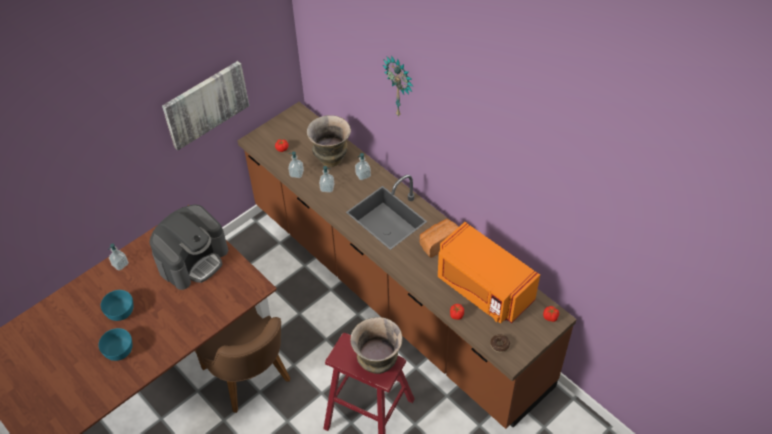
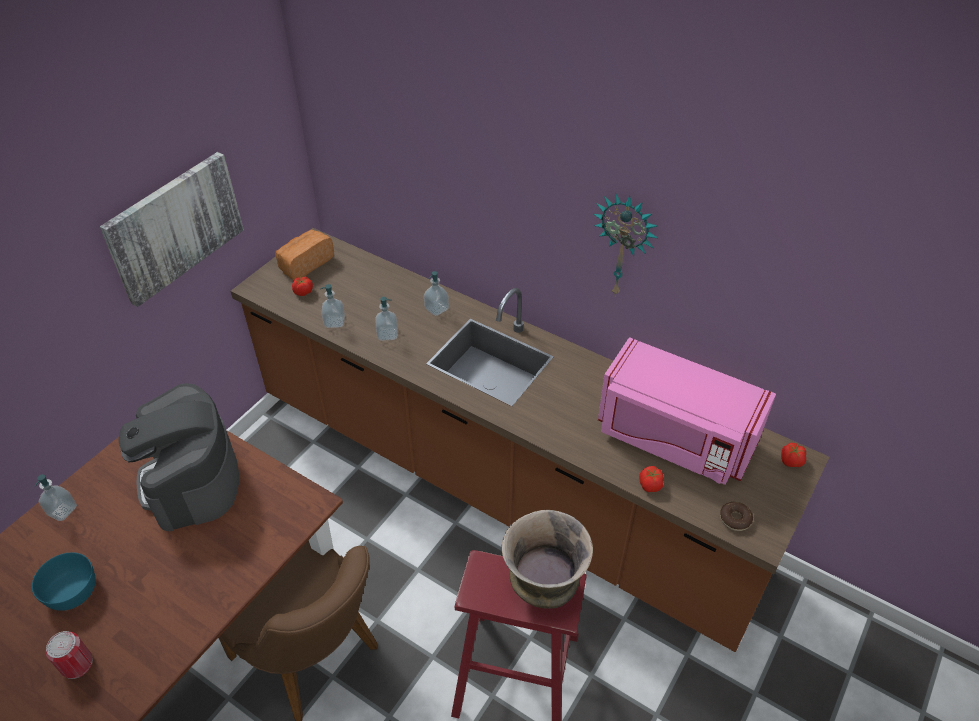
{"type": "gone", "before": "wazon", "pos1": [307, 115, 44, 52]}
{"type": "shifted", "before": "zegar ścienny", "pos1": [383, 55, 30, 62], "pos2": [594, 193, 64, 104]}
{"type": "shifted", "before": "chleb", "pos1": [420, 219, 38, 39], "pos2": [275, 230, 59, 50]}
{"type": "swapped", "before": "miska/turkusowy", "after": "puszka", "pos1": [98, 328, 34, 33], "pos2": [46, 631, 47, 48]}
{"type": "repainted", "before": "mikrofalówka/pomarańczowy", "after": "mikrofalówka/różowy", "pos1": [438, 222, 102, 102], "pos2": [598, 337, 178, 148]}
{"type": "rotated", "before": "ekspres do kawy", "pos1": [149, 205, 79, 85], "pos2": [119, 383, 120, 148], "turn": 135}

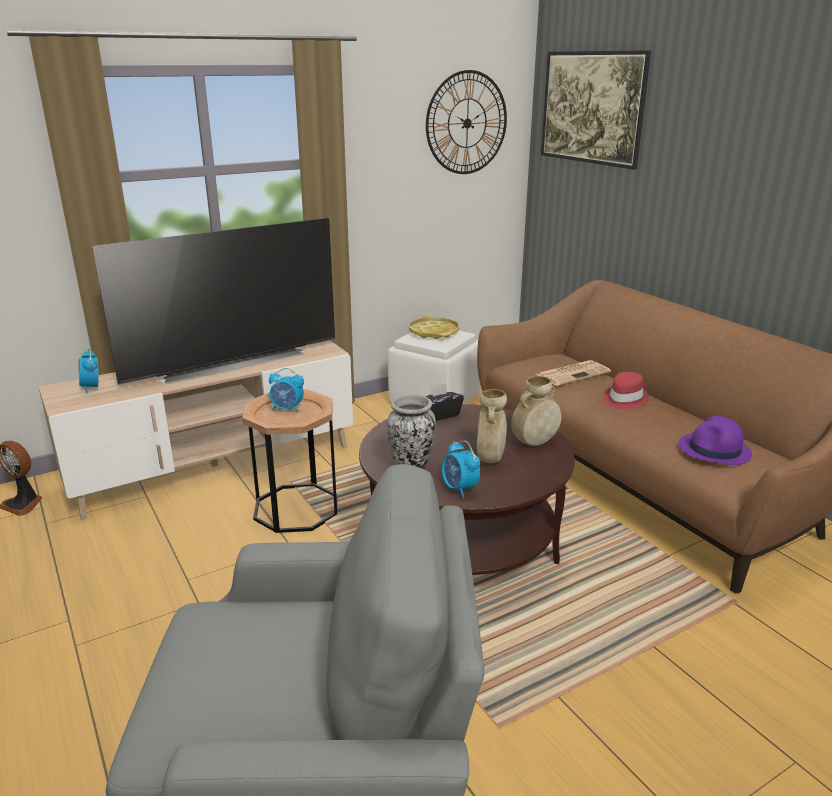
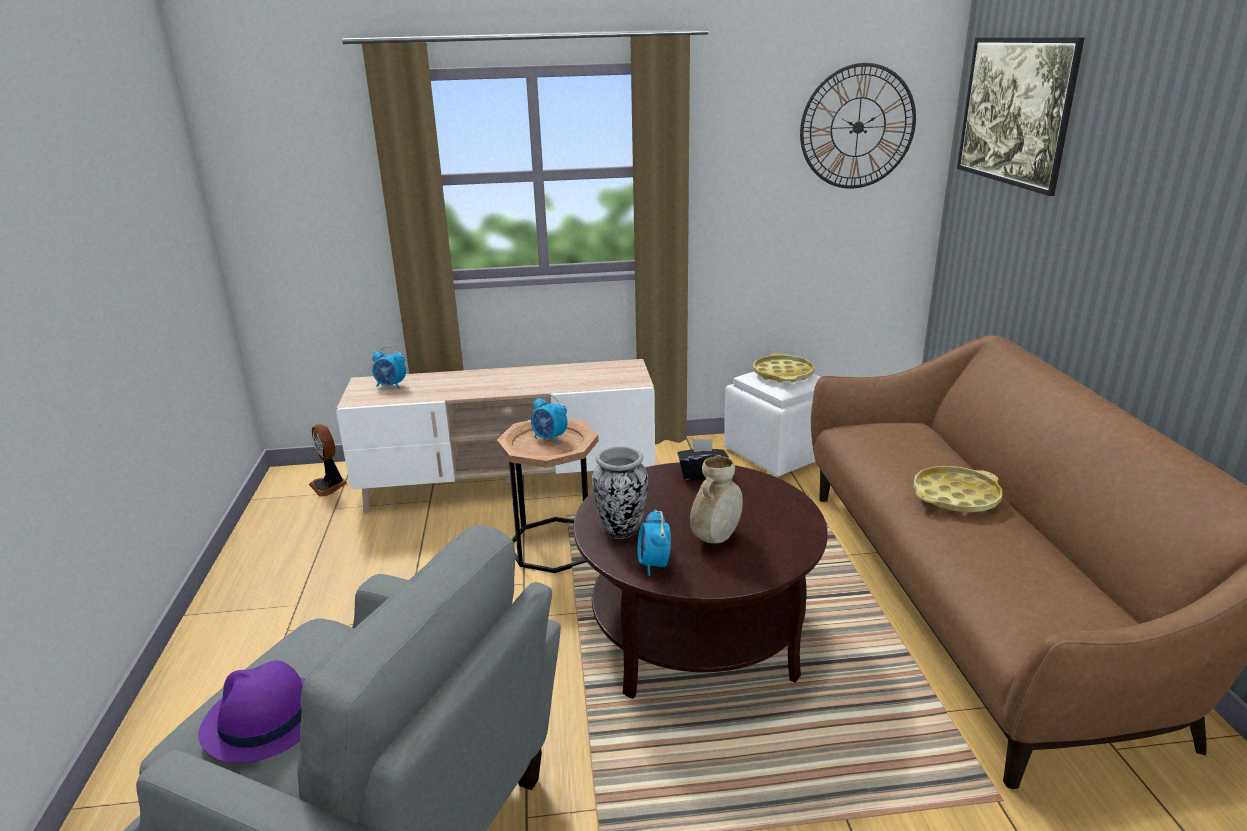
{"type": "gone", "before": "telewizor", "pos1": [92, 218, 243, 167]}
{"type": "gone", "before": "wazon/beżowy", "pos1": [511, 376, 51, 70]}
{"type": "gone", "before": "gazeta", "pos1": [535, 360, 76, 26]}
{"type": "shifted", "before": "kapelusz/fioletowy", "pos1": [679, 416, 73, 49], "pos2": [198, 661, 108, 102]}
{"type": "swapped", "before": "kapelusz/czerwony", "after": "taca/żółty", "pos1": [603, 372, 45, 37], "pos2": [913, 466, 89, 47]}
{"type": "rotated", "before": "budzik", "pos1": [79, 348, 20, 45], "pos2": [372, 346, 34, 43], "turn": -75}

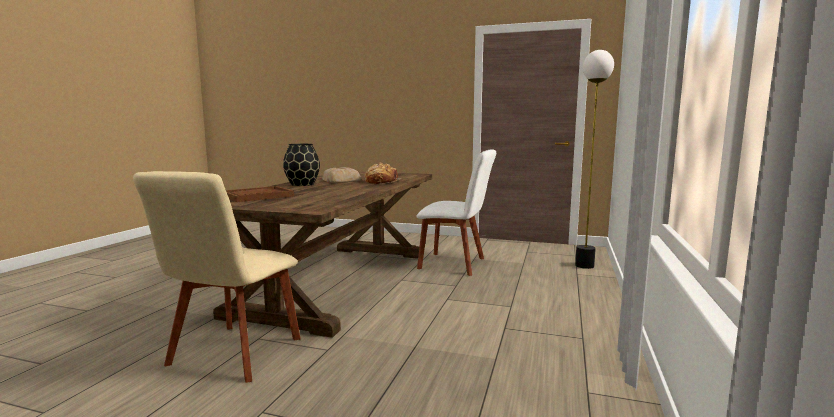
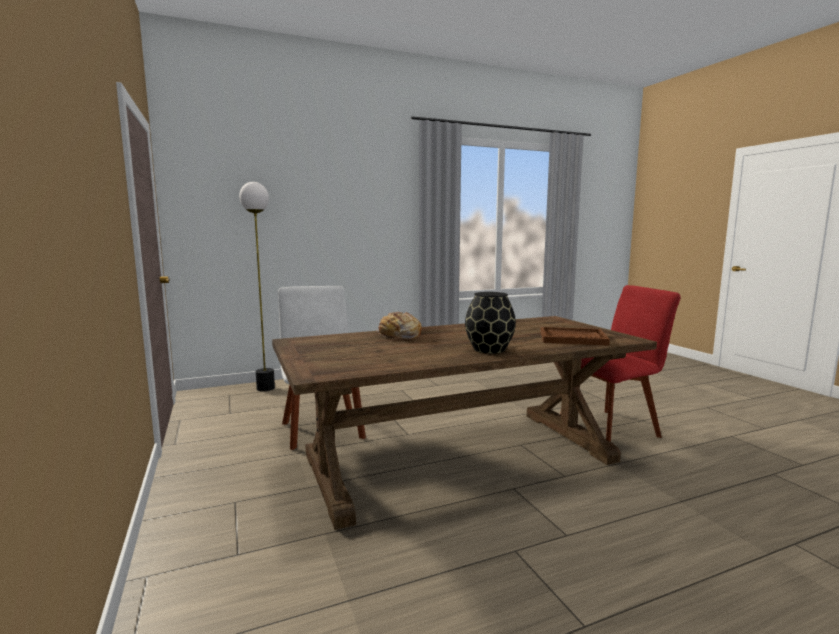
{"type": "gone", "before": "chleb", "pos1": [322, 167, 39, 16]}
{"type": "repainted", "before": "krzesło/beżowy", "after": "krzesło/czerwony", "pos1": [133, 171, 168, 212], "pos2": [560, 285, 121, 157]}

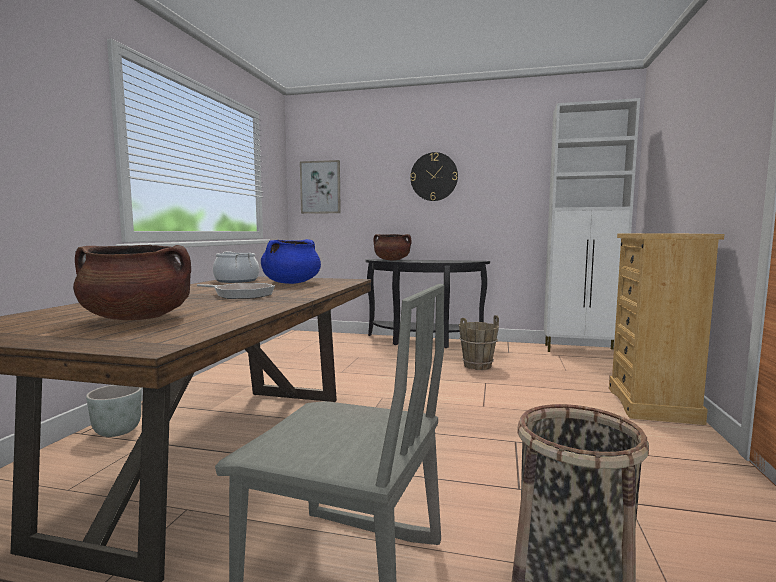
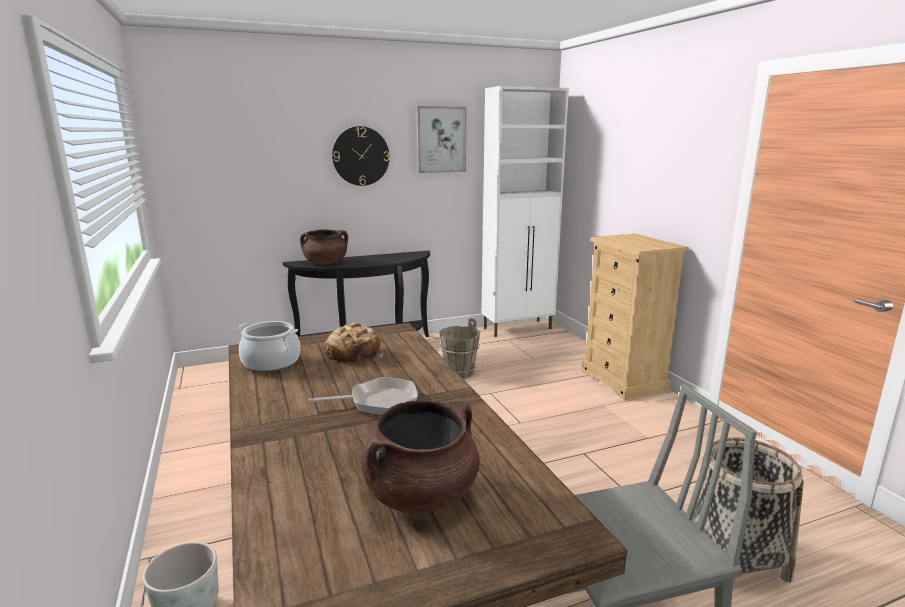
{"type": "shifted", "before": "obraz", "pos1": [300, 160, 41, 54], "pos2": [416, 106, 50, 67]}
{"type": "swapped", "before": "garnek/niebieski", "after": "chleb", "pos1": [261, 239, 60, 45], "pos2": [324, 323, 60, 41]}

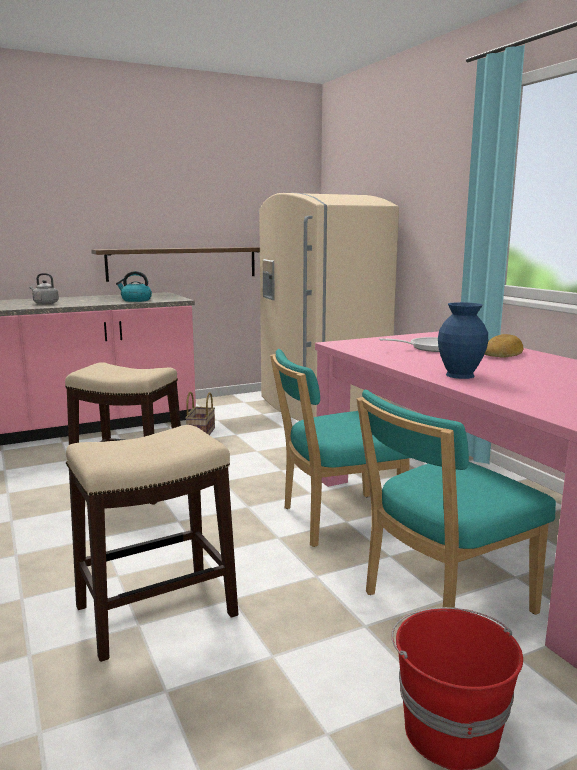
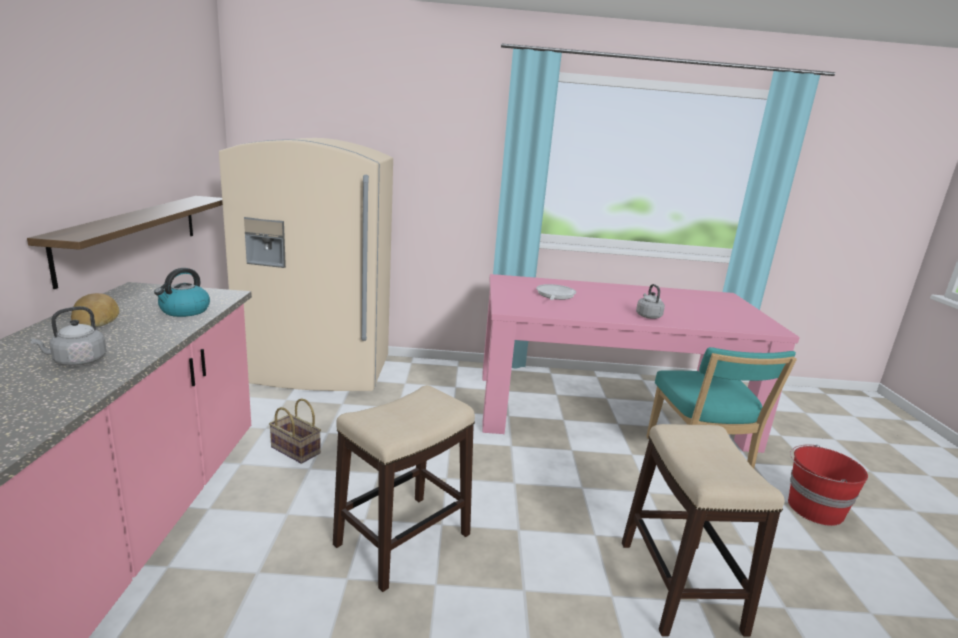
{"type": "gone", "before": "krzesło/turkusowy", "pos1": [270, 349, 141, 198]}
{"type": "shifted", "before": "chleb", "pos1": [485, 334, 38, 24], "pos2": [71, 293, 48, 34]}
{"type": "swapped", "before": "wazon/niebieski", "after": "czajnik/szary", "pos1": [438, 302, 50, 77], "pos2": [636, 284, 29, 35]}

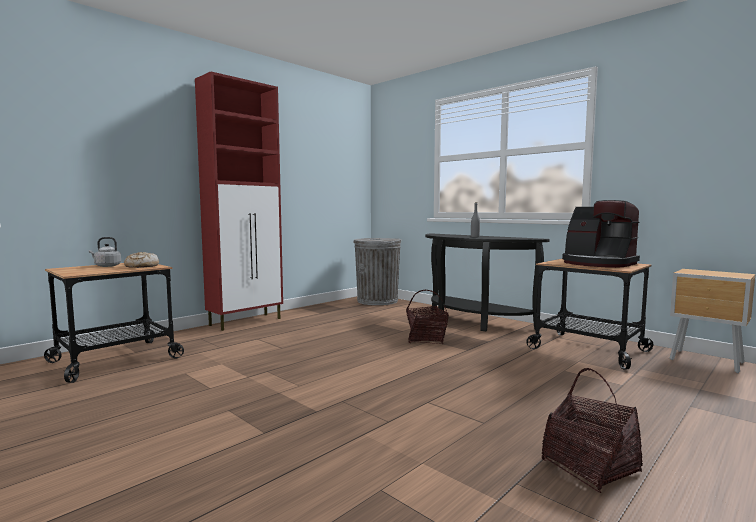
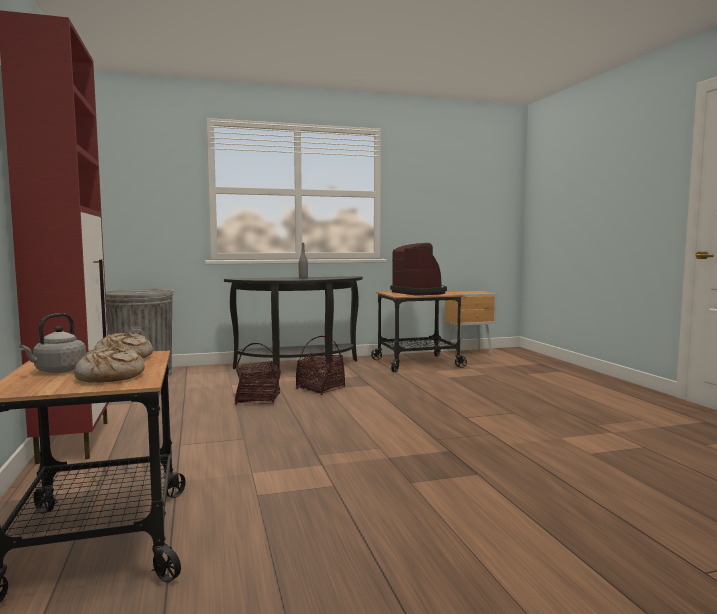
{"type": "new", "after": "chleb", "pos2": [74, 347, 71, 36]}
{"type": "shifted", "before": "koszyk", "pos1": [542, 368, 101, 125], "pos2": [235, 343, 46, 62]}
{"type": "rotated", "before": "ekspres do kawy", "pos1": [562, 200, 78, 68], "pos2": [390, 243, 57, 53], "turn": -105}

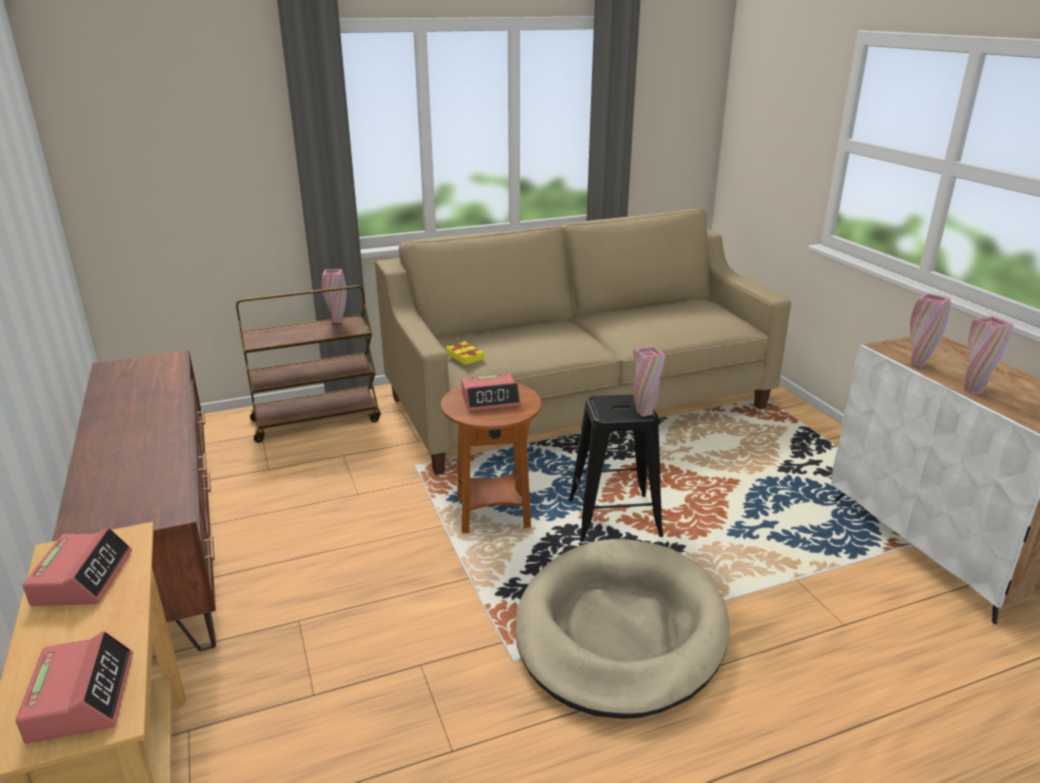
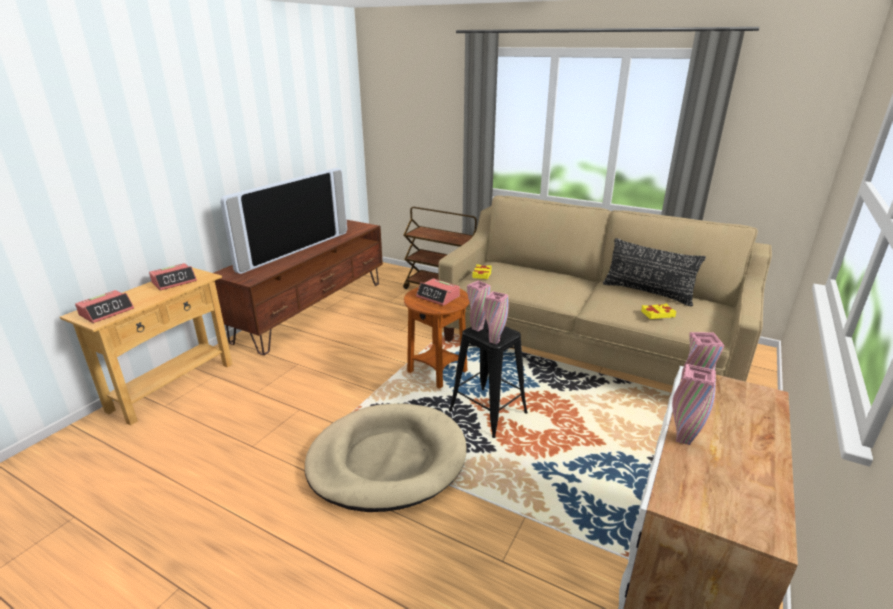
{"type": "new", "after": "telewizor", "pos2": [220, 168, 127, 106]}
{"type": "new", "after": "poduszka/czarny", "pos2": [603, 238, 103, 68]}
{"type": "new", "after": "książka/żółty", "pos2": [641, 303, 36, 16]}
{"type": "shifted", "before": "wazon/różowy", "pos1": [322, 269, 25, 54], "pos2": [467, 280, 24, 52]}

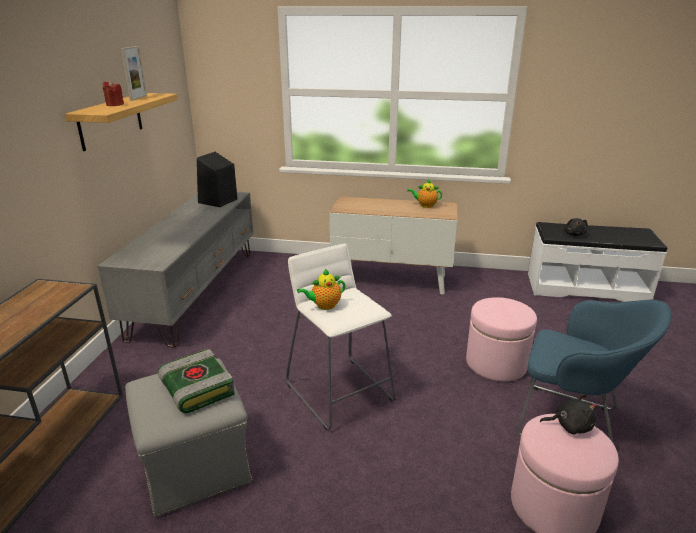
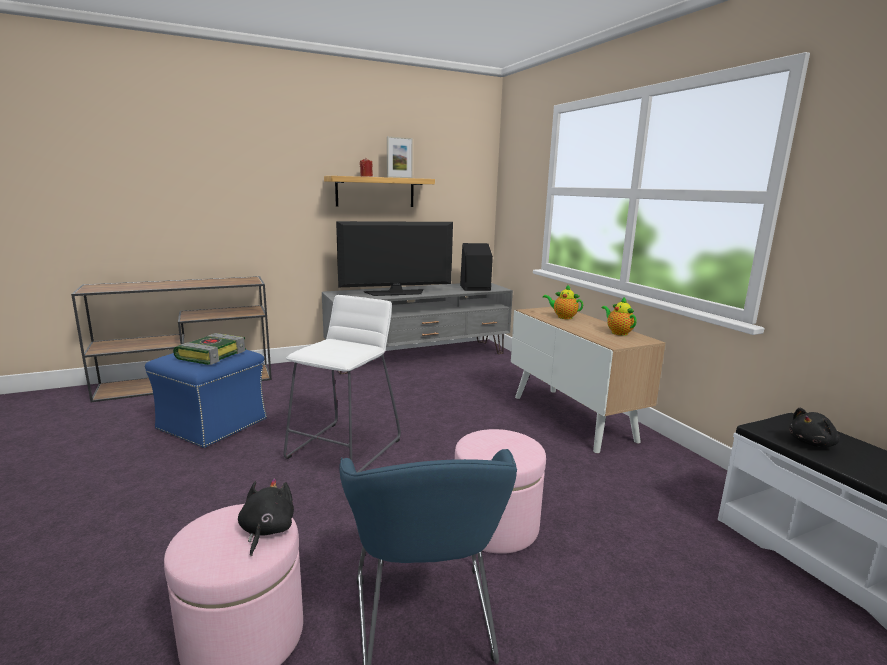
{"type": "new", "after": "telewizor", "pos2": [336, 221, 117, 75]}
{"type": "shifted", "before": "imbryk", "pos1": [297, 269, 48, 41], "pos2": [543, 284, 40, 35]}
{"type": "repainted", "before": "pufa/szary", "after": "pufa/niebieski", "pos1": [125, 358, 127, 159], "pos2": [145, 350, 122, 98]}
{"type": "rotated", "before": "pluszak/czarny", "pos1": [540, 394, 57, 41], "pos2": [238, 478, 56, 78], "turn": -150}

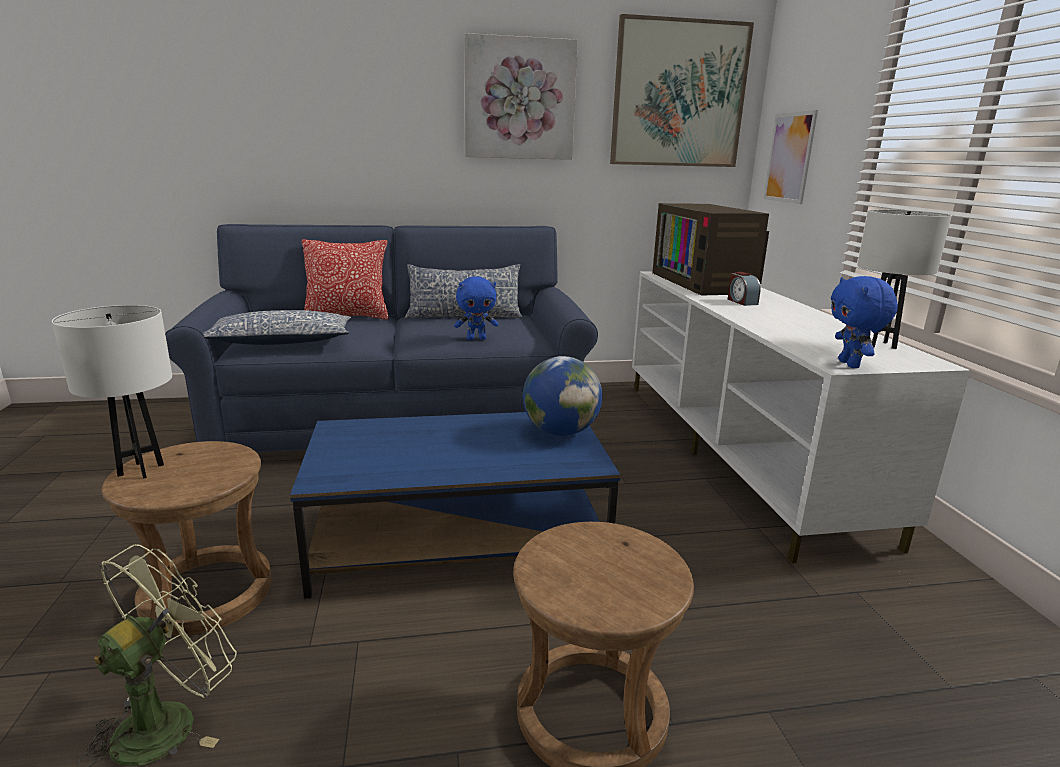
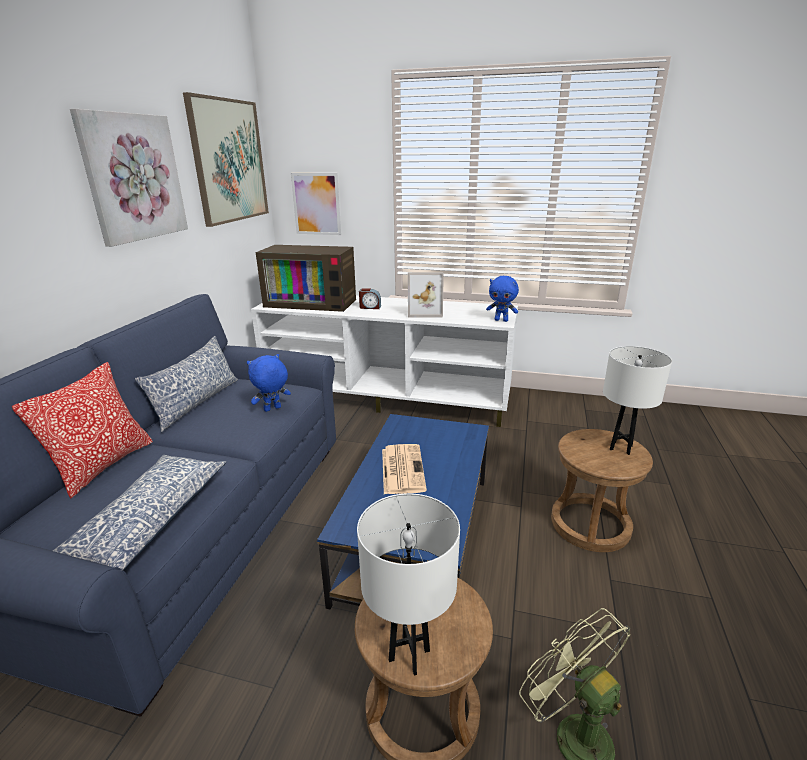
{"type": "gone", "before": "globus", "pos1": [523, 356, 80, 80]}
{"type": "new", "after": "gazeta", "pos2": [382, 444, 45, 50]}
{"type": "new", "after": "ramka na zdjęcie", "pos2": [408, 272, 36, 46]}
{"type": "shifted", "before": "lampa stołowa/biały", "pos1": [857, 209, 95, 140], "pos2": [603, 346, 69, 109]}
{"type": "rotated", "before": "pluszak/niebieski", "pos1": [454, 276, 44, 64], "pos2": [247, 354, 44, 58], "turn": -135}

